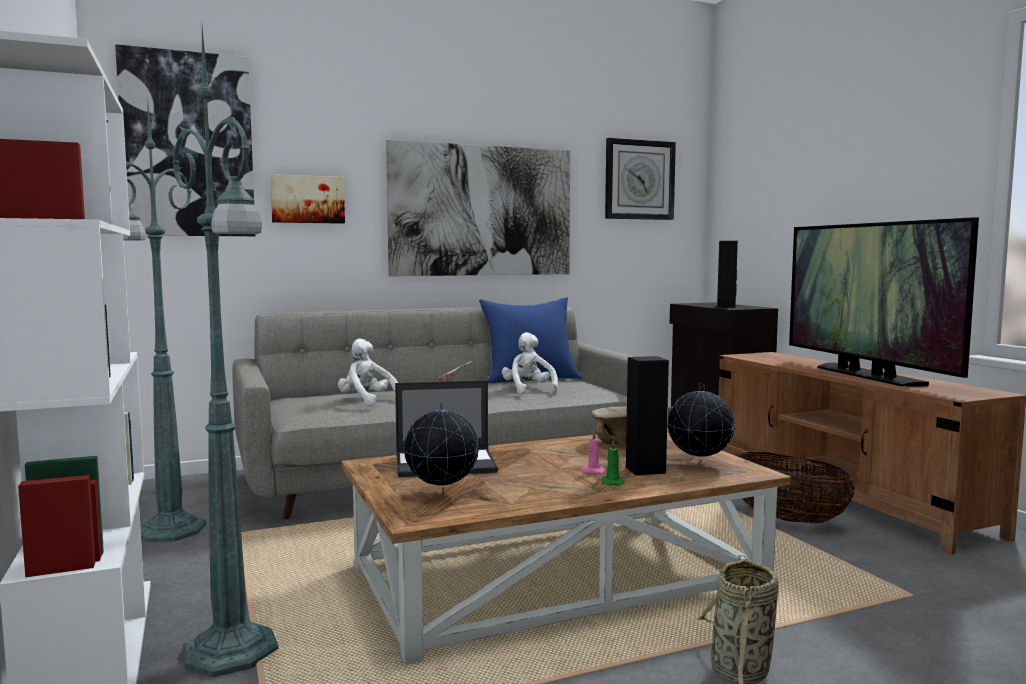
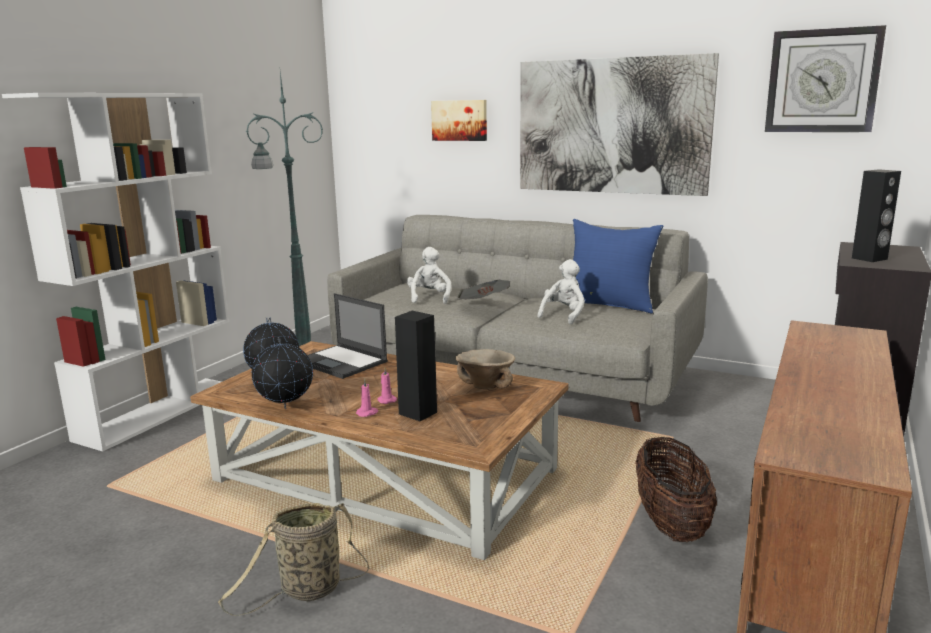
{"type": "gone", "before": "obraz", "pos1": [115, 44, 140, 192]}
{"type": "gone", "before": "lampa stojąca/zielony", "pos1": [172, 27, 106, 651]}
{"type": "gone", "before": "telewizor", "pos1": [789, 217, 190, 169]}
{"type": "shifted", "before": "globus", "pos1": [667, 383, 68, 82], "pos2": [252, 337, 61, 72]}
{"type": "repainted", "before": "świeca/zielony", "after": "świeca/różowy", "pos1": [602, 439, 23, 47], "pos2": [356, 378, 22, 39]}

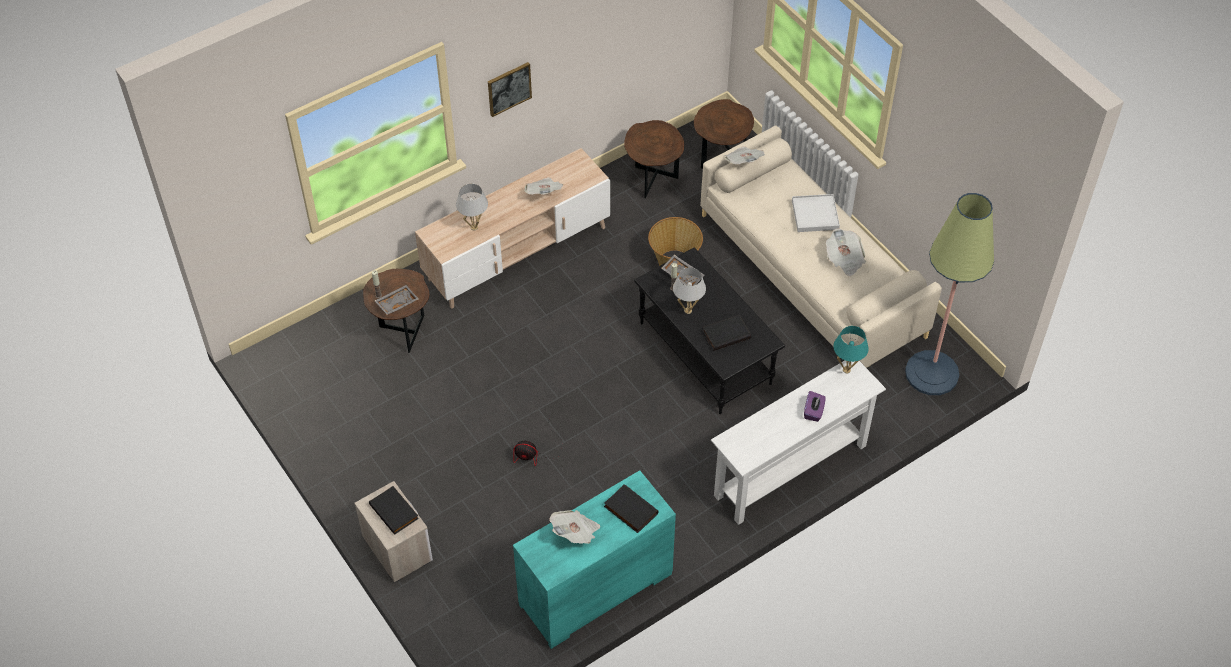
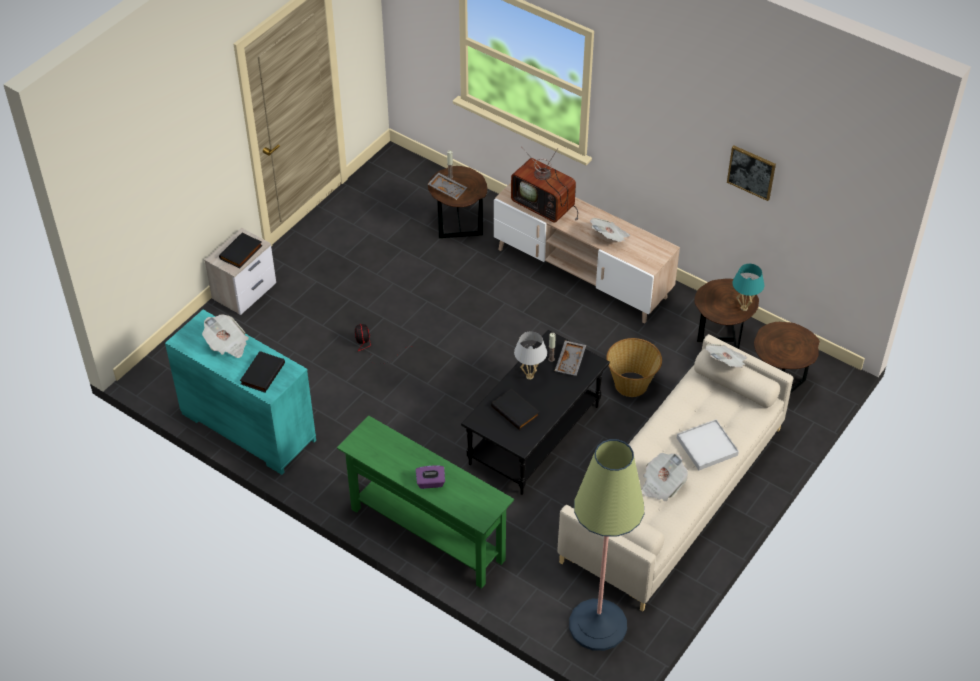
{"type": "shifted", "before": "obraz", "pos1": [488, 62, 44, 55], "pos2": [727, 146, 49, 55]}
{"type": "shifted", "before": "lampa stołowa/turkusowy", "pos1": [833, 326, 36, 47], "pos2": [732, 264, 32, 47]}
{"type": "swapped", "before": "lampa stołowa/biały", "after": "telewizor", "pos1": [456, 184, 32, 47], "pos2": [511, 148, 67, 75]}
{"type": "repainted", "before": "stolik konsolowy/biały", "after": "stolik konsolowy/zielony", "pos1": [711, 360, 175, 165], "pos2": [337, 415, 177, 174]}

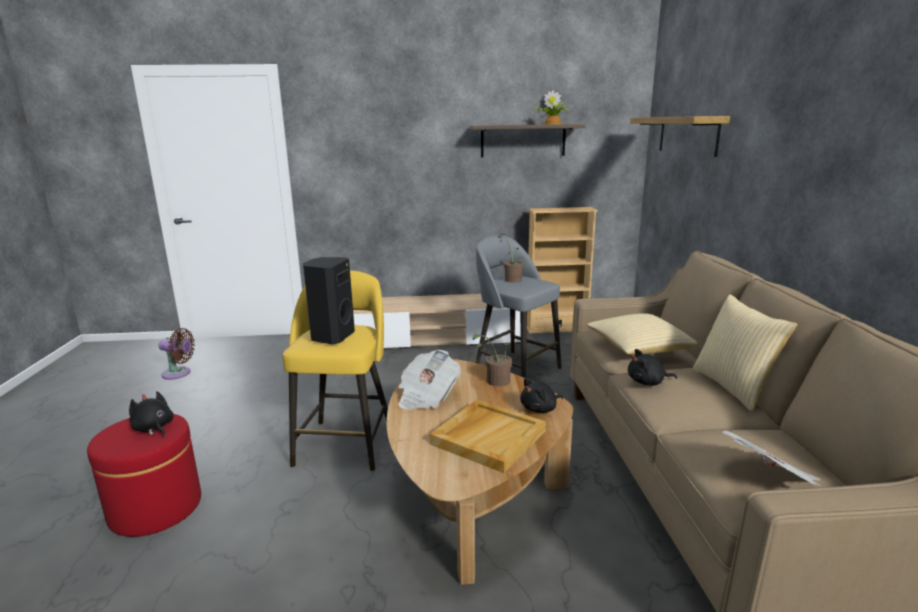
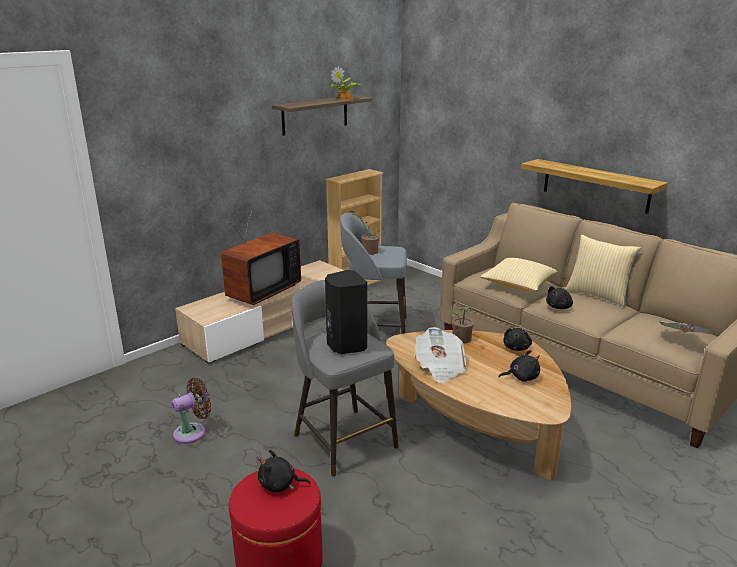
{"type": "new", "after": "telewizor", "pos2": [221, 212, 80, 93]}
{"type": "shifted", "before": "wentylator/brązowy", "pos1": [159, 328, 36, 52], "pos2": [172, 378, 39, 66]}
{"type": "shifted", "before": "półka", "pos1": [630, 116, 100, 41], "pos2": [521, 159, 147, 55]}
{"type": "swapped", "before": "taca/beżowy", "after": "pluszak/czarny", "pos1": [430, 400, 116, 73], "pos2": [499, 350, 41, 32]}
{"type": "repainted", "before": "stołek/żółty", "after": "stołek/szary", "pos1": [283, 270, 105, 201], "pos2": [292, 280, 107, 197]}

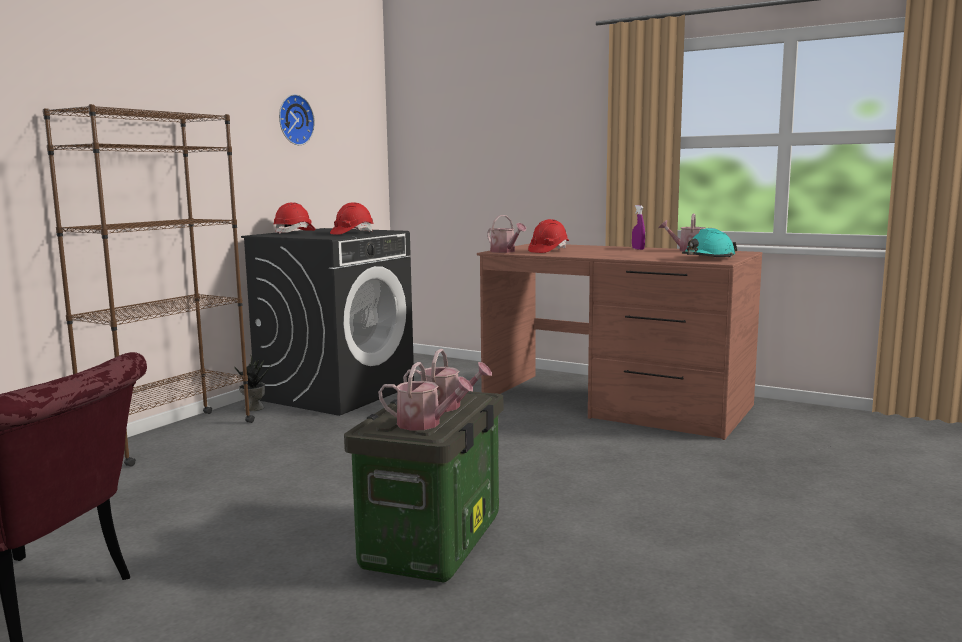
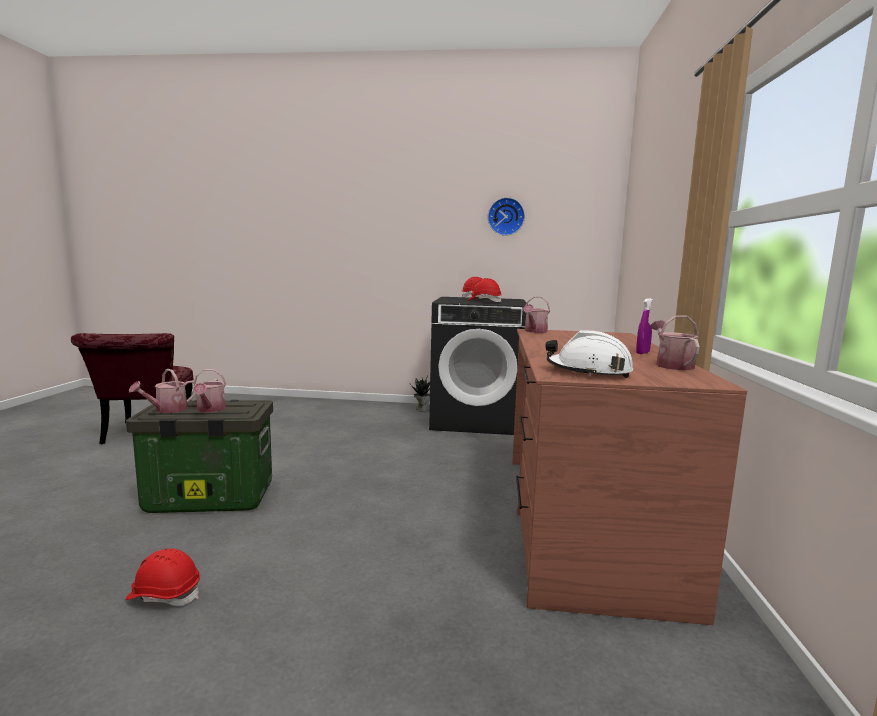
{"type": "gone", "before": "regał/brązowy", "pos1": [43, 104, 212, 362]}
{"type": "shifted", "before": "kask/czerwony", "pos1": [528, 219, 41, 34], "pos2": [125, 548, 75, 58]}
{"type": "repainted", "before": "kask/turkusowy", "after": "kask/biały", "pos1": [682, 228, 55, 30], "pos2": [545, 330, 88, 48]}
{"type": "rotated", "before": "konewka", "pos1": [378, 362, 95, 69], "pos2": [129, 369, 68, 44], "turn": 45}

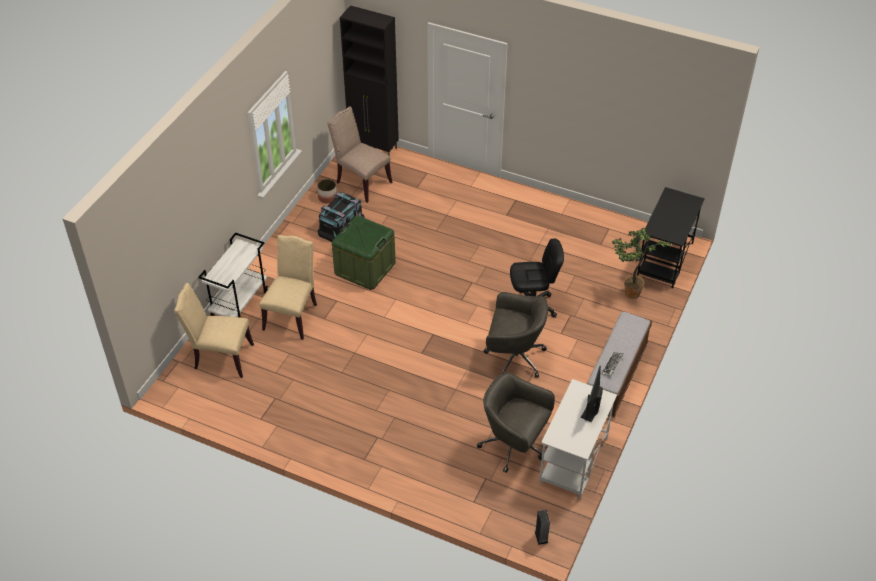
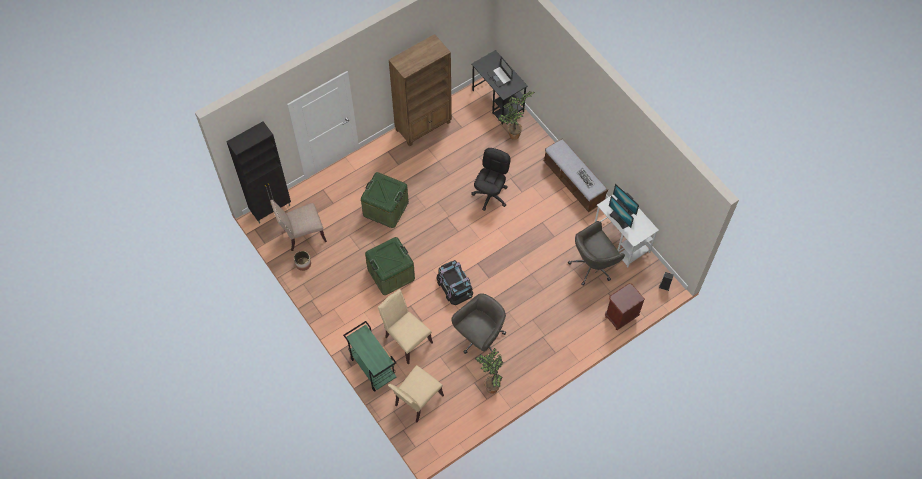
{"type": "new", "after": "pojemnik do przechowywania/zielony", "pos2": [361, 172, 48, 56]}
{"type": "new", "after": "regał/brązowy", "pos2": [389, 34, 63, 113]}
{"type": "new", "after": "roślina doniczkowa", "pos2": [475, 348, 29, 46]}
{"type": "new", "after": "laptop", "pos2": [487, 56, 26, 32]}
{"type": "new", "after": "szafka nocna/brązowy", "pos2": [605, 284, 40, 46]}
{"type": "new", "after": "monitor", "pos2": [609, 196, 25, 33]}
{"type": "shifted", "before": "pojemnik do przechowywania/czarny", "pos1": [318, 192, 47, 50], "pos2": [436, 260, 37, 45]}
{"type": "shifted", "before": "krzesło biurowe/szary", "pos1": [484, 292, 64, 86], "pos2": [451, 293, 55, 63]}
{"type": "repainted", "before": "wózek/biały", "after": "wózek/zielony", "pos1": [198, 232, 70, 86], "pos2": [343, 321, 54, 71]}

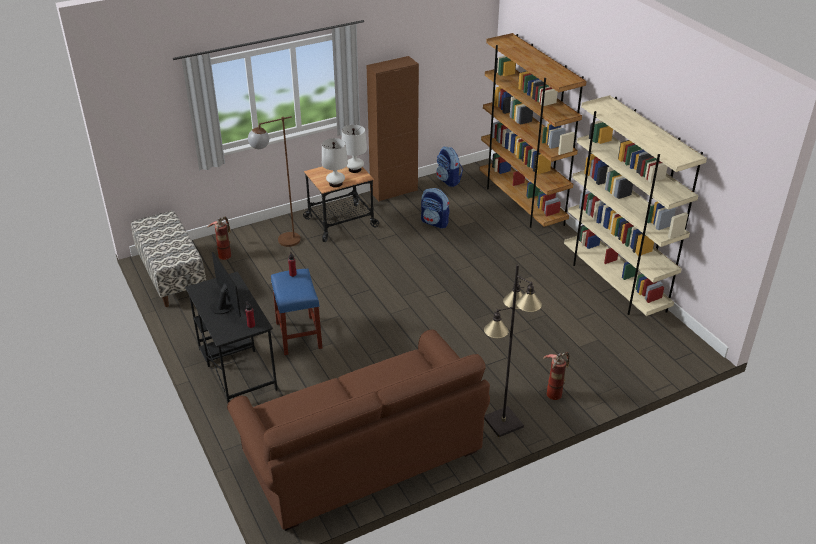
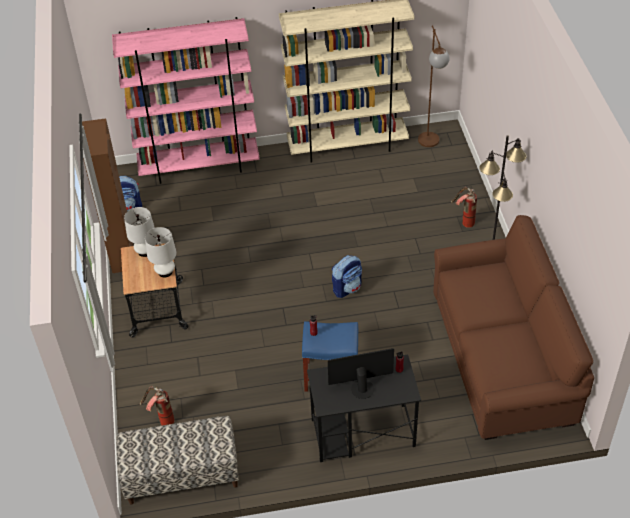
{"type": "shifted", "before": "lampa stojąca/brązowy", "pos1": [248, 116, 53, 131], "pos2": [418, 25, 32, 122]}
{"type": "shifted", "before": "plecak", "pos1": [421, 188, 29, 41], "pos2": [332, 255, 30, 43]}
{"type": "repainted", "before": "regał/brązowy", "after": "regał/różowy", "pos1": [479, 33, 108, 195], "pos2": [112, 17, 148, 167]}

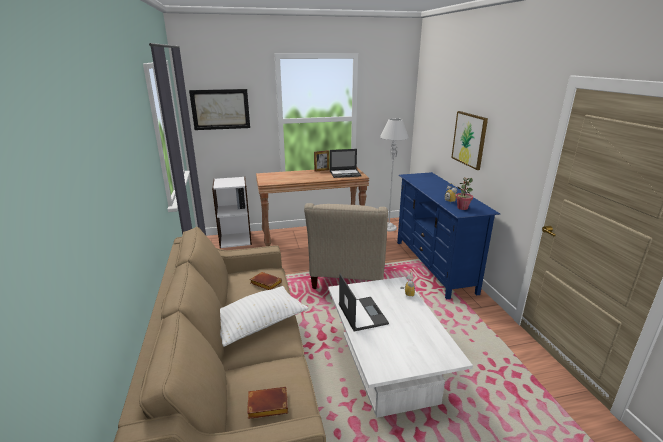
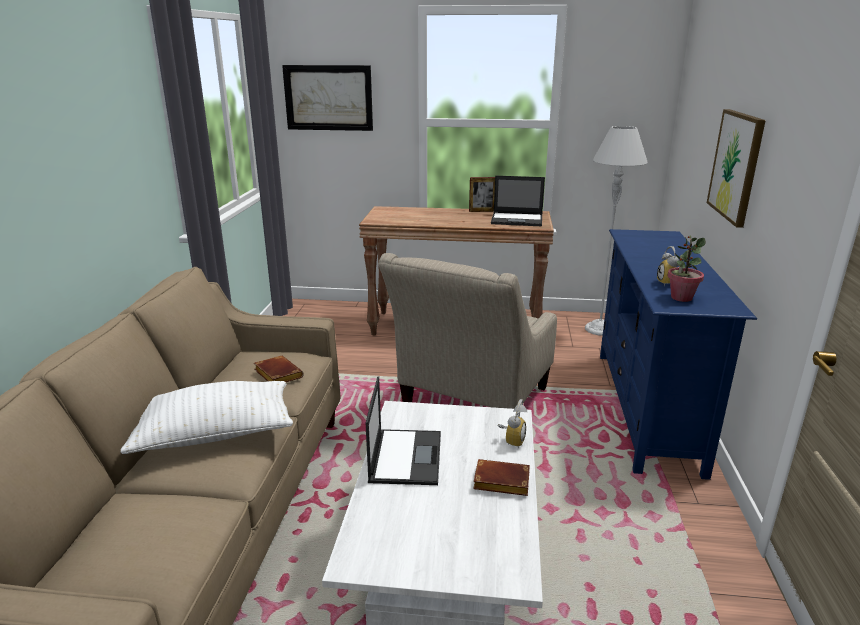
{"type": "gone", "before": "regał/biały", "pos1": [212, 177, 40, 71]}
{"type": "shifted", "before": "książka/brązowy", "pos1": [247, 387, 41, 32], "pos2": [473, 459, 57, 37]}

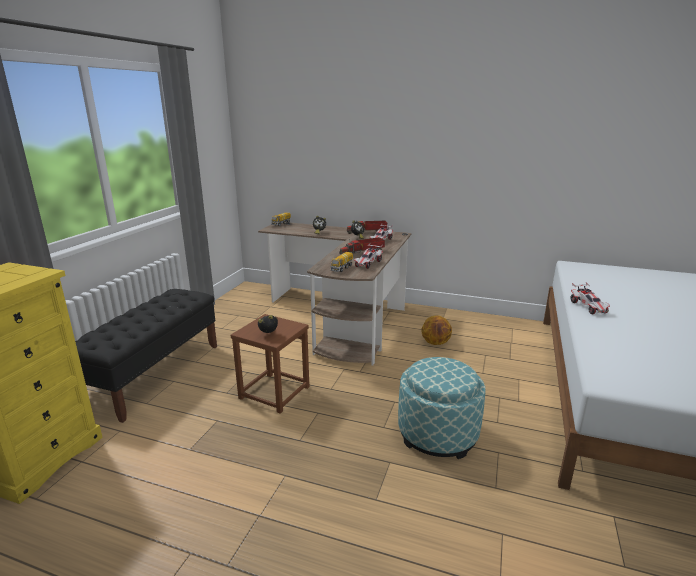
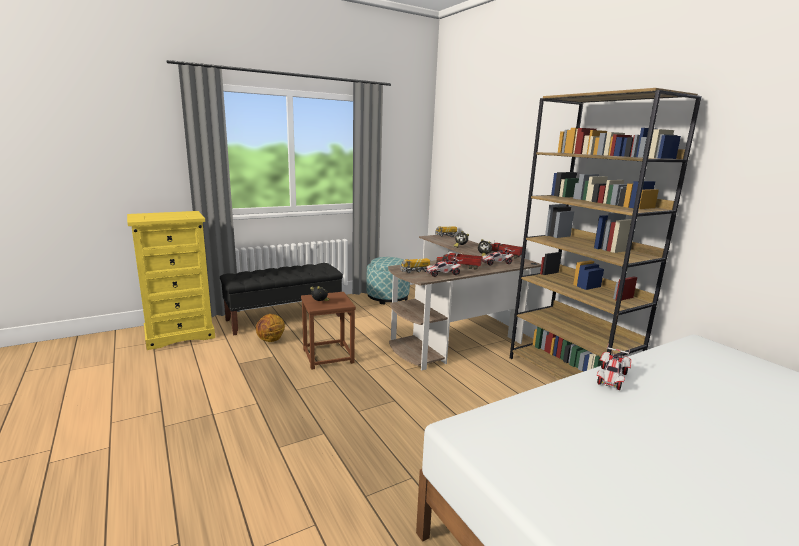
{"type": "new", "after": "regał/brązowy", "pos2": [510, 88, 192, 291]}
{"type": "shifted", "before": "pufa", "pos1": [398, 357, 88, 102], "pos2": [366, 257, 44, 47]}
{"type": "shifted", "before": "piłka do koszykówki", "pos1": [421, 315, 31, 30], "pos2": [256, 314, 29, 28]}

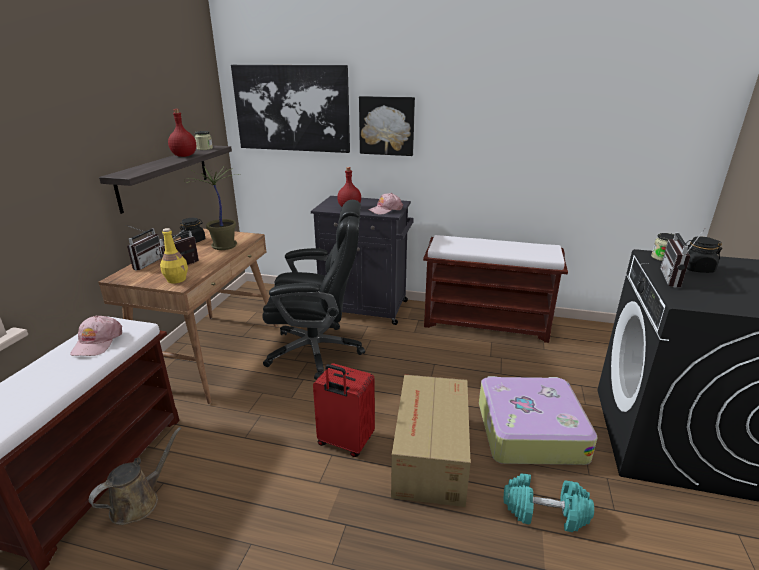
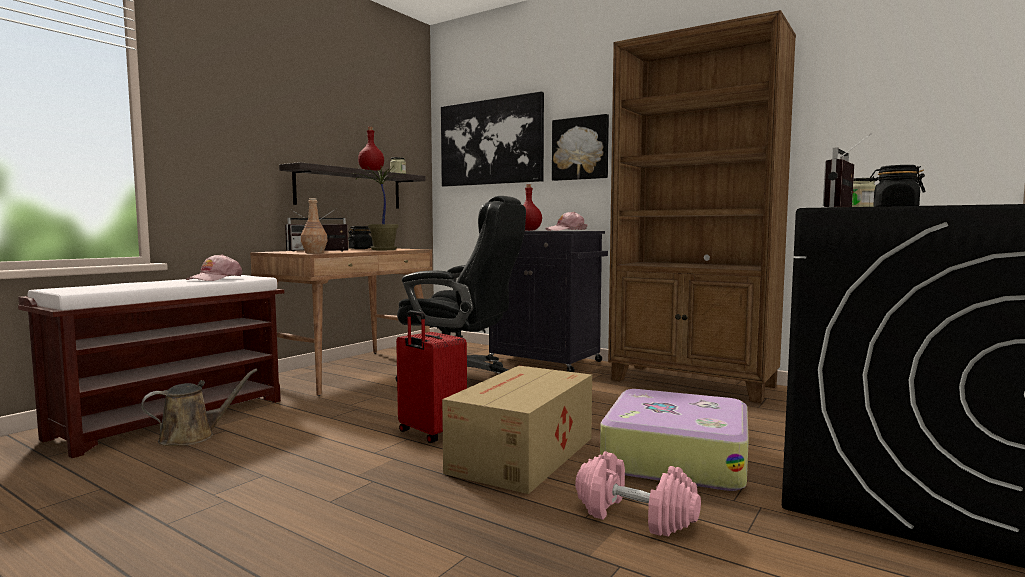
{"type": "swapped", "before": "ławka/brązowy", "after": "regał/brązowy", "pos1": [423, 235, 145, 108], "pos2": [608, 10, 188, 393]}
{"type": "repainted", "before": "butelka/żółty", "after": "butelka/brązowy", "pos1": [160, 228, 28, 56], "pos2": [301, 198, 27, 55]}
{"type": "repainted", "before": "hantel/turkusowy", "after": "hantel/różowy", "pos1": [504, 474, 90, 58], "pos2": [575, 451, 126, 86]}

